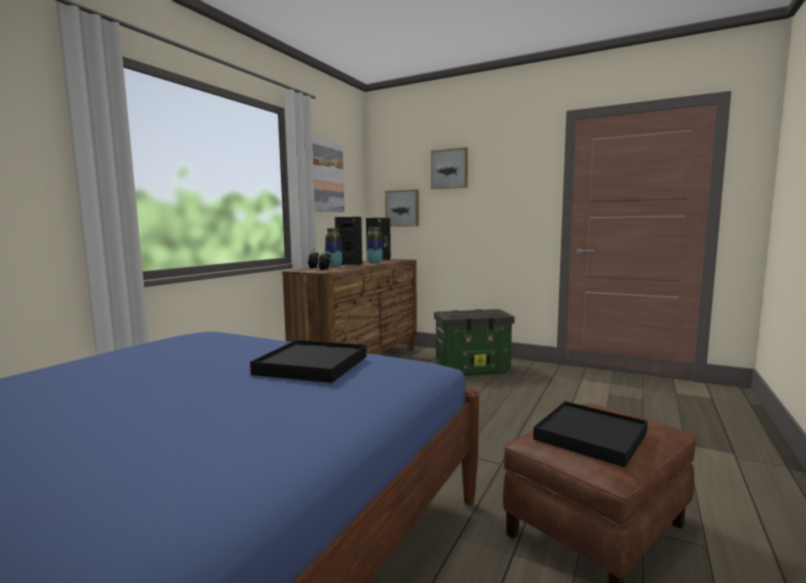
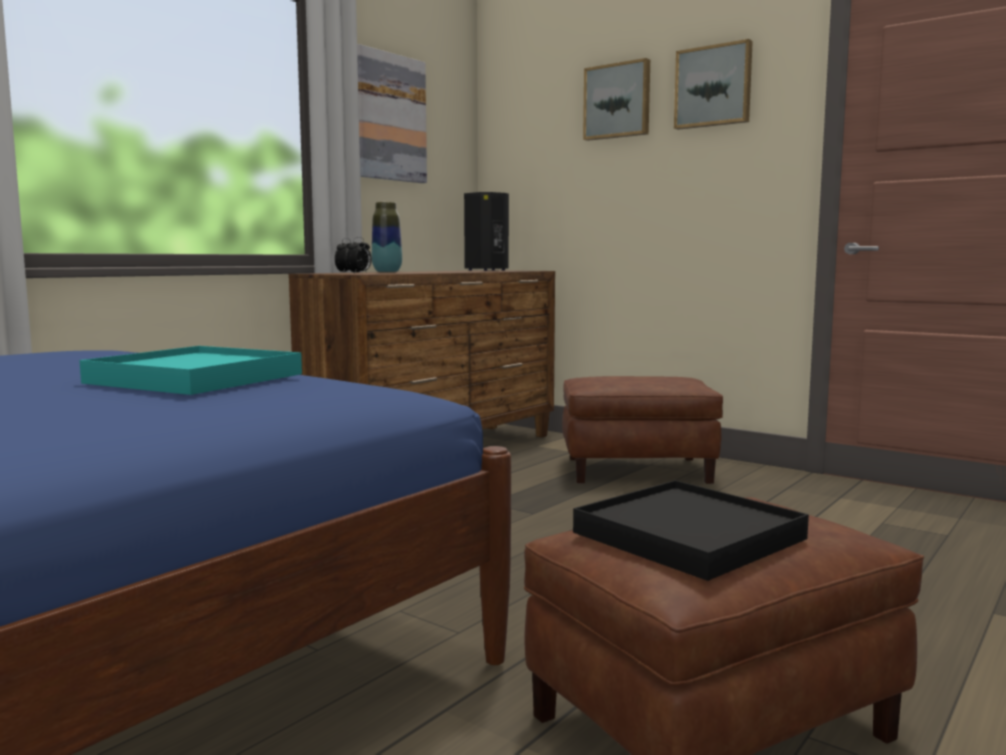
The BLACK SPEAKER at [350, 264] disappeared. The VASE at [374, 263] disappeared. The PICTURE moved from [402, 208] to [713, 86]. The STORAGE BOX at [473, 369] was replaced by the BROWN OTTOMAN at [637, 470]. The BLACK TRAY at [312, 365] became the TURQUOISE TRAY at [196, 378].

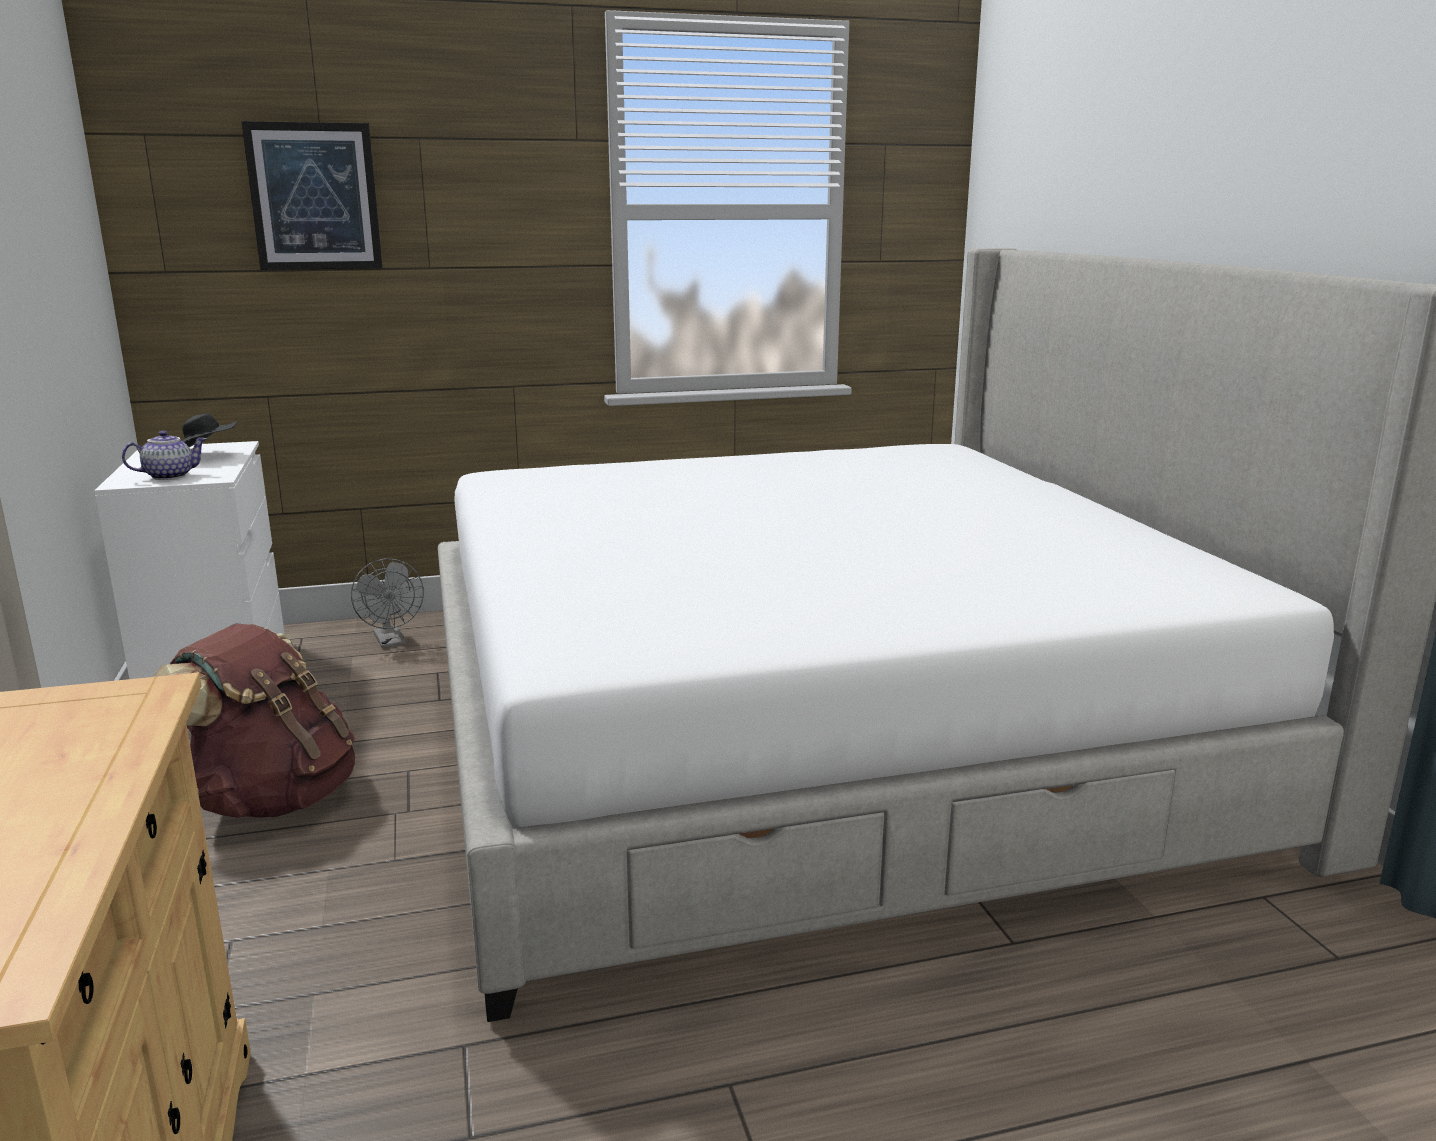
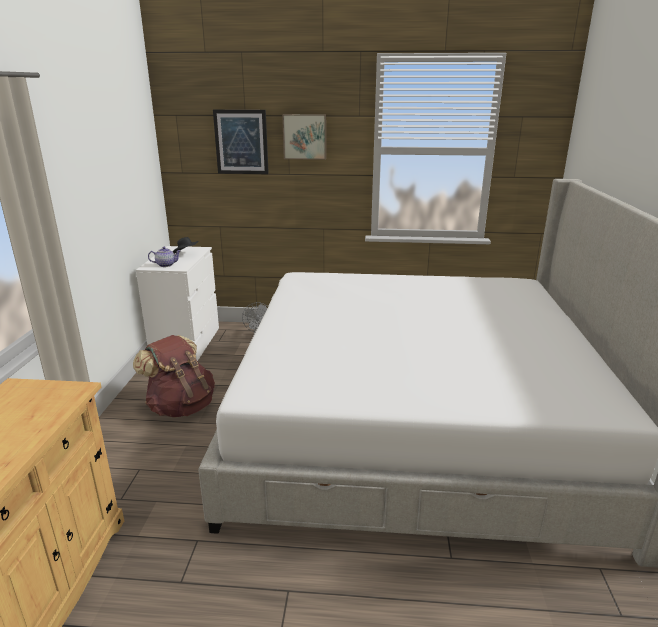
The PICTURE at [304, 136] appeared.

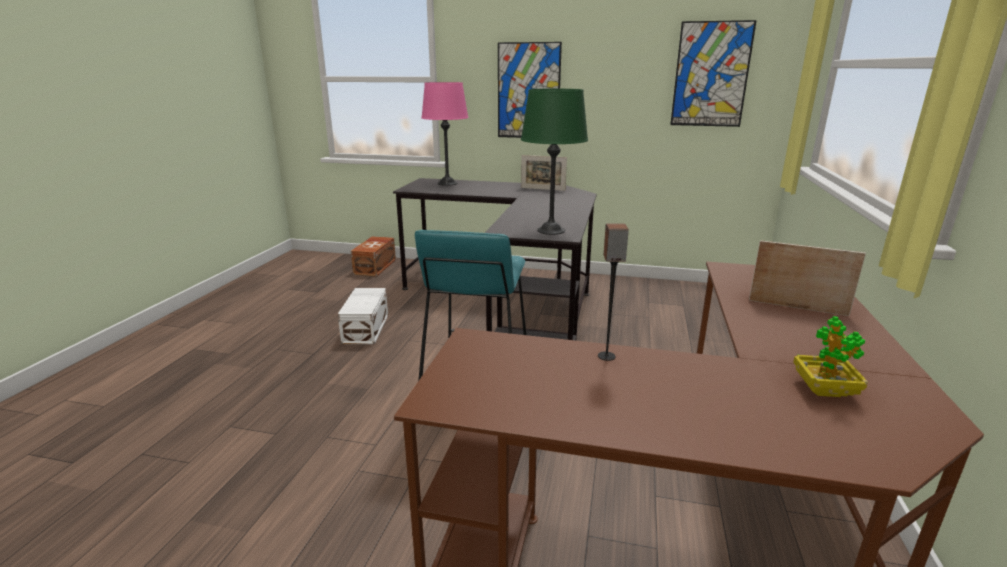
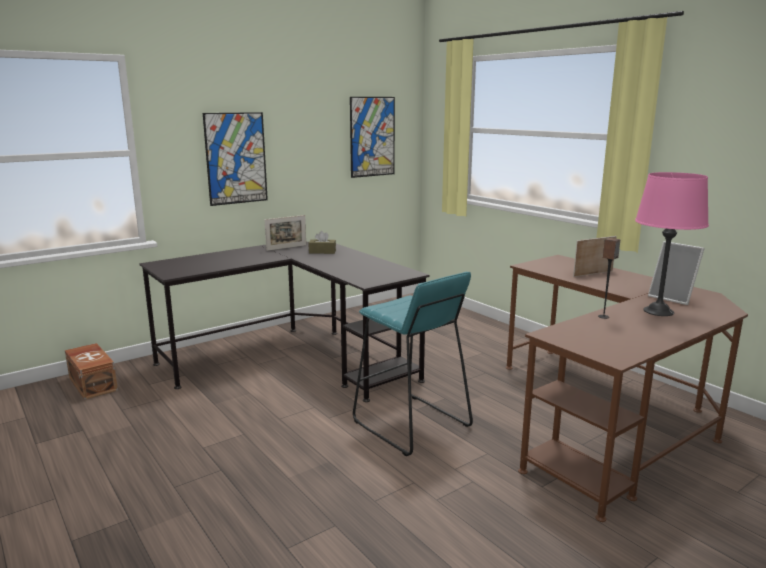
The WHITE STORAGE BOX at [367, 328] disappeared. The GREEN TABLE LAMP at [551, 230] disappeared. The BROWN TISSUE BOX at [322, 252] appeared. The PINK TABLE LAMP moved from [447, 183] to [658, 311]. The POTTED PLANT at [824, 390] was replaced by the PICTURE FRAME at [673, 298].

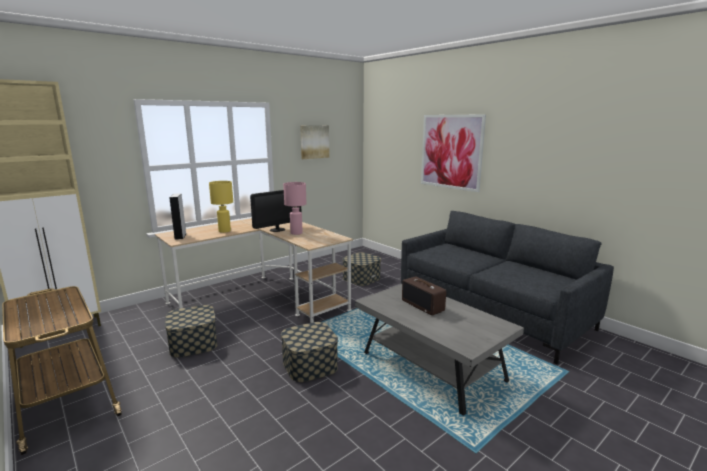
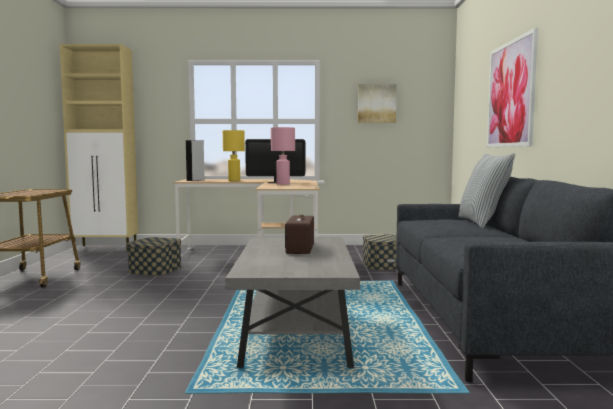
The STORAGE BOX at [310, 364] disappeared. The PILLOW at [482, 223] appeared.

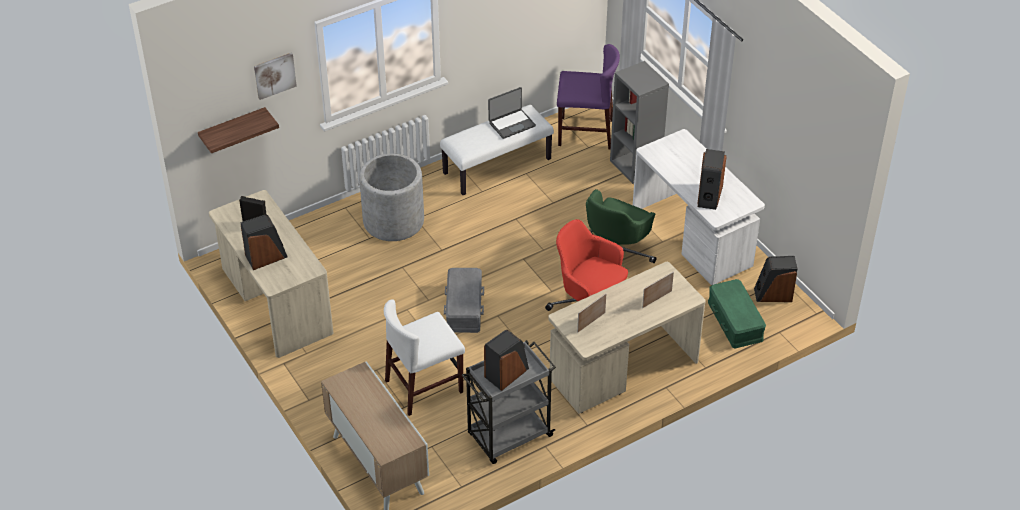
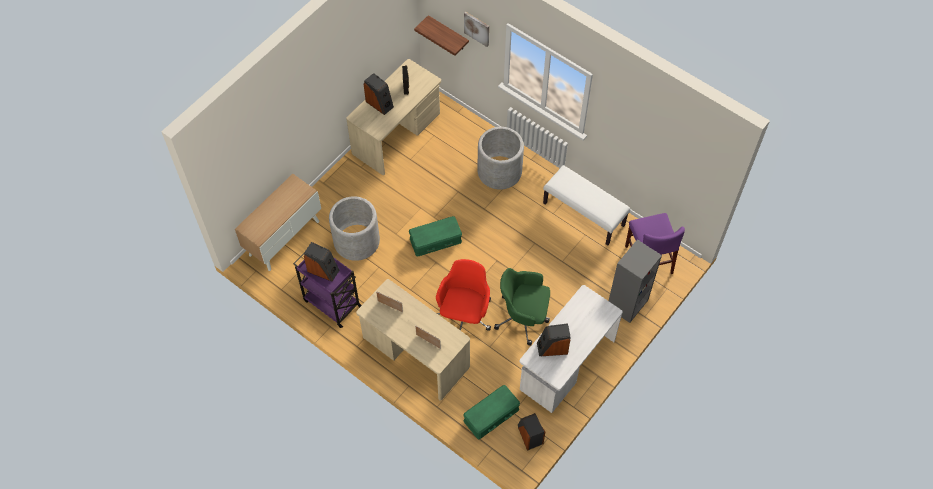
The LAPTOP at [511, 124] disappeared. The WHITE CHAIR at [424, 386] was replaced by the GREY PLANTER at [356, 241]. The GREY STORAGE BOX at [463, 307] became the GREEN STORAGE BOX at [435, 239]. The GREY CART at [508, 436] became the PURPLE CART at [331, 303].

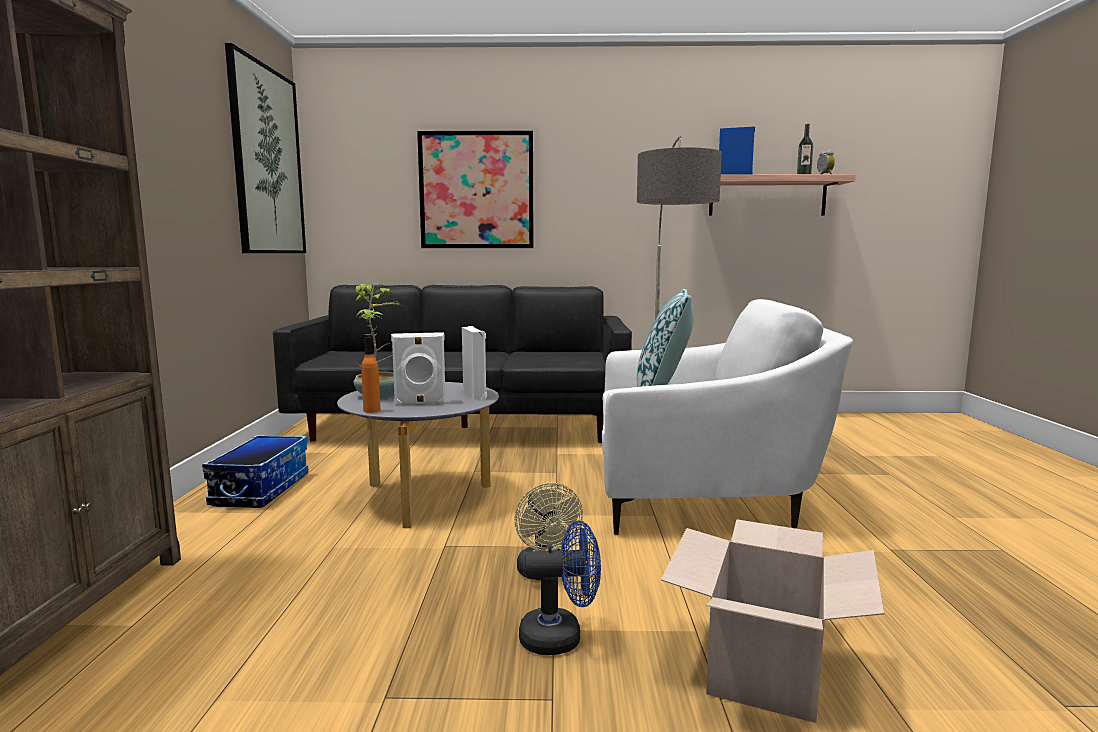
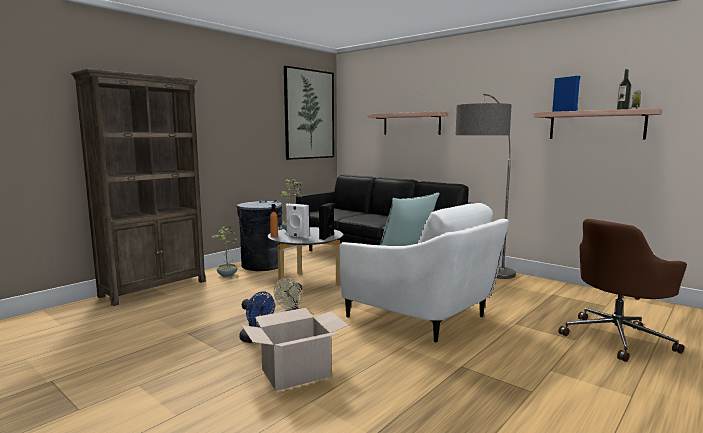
The POTTED PLANT at [227, 275] appeared. The BROWN OFFICE CHAIR at [617, 338] appeared. The STORAGE BOX at [260, 489] was replaced by the GREY TRASH CAN at [261, 265]. The PICTURE at [476, 190] was replaced by the SHELF at [411, 124]. The WHITE SPEAKER at [475, 394] became the BLACK SPEAKER at [327, 237].

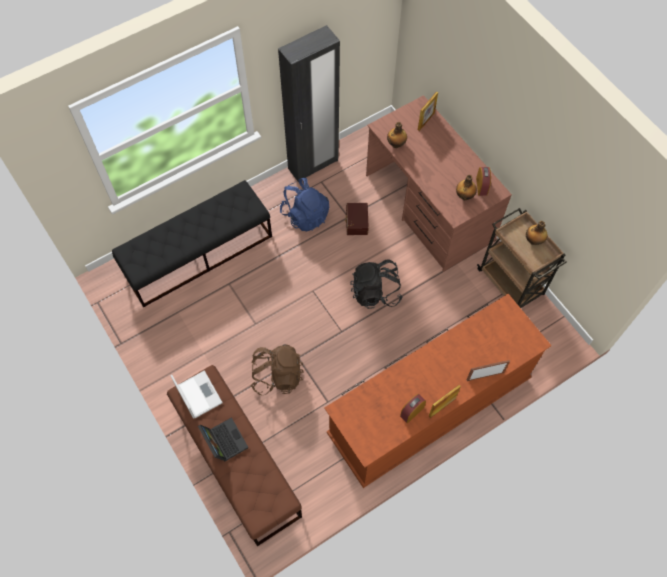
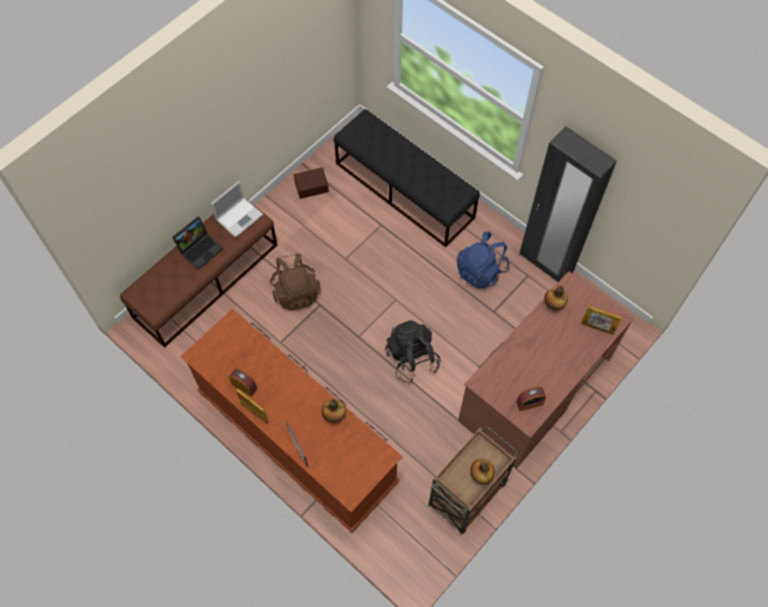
The BROWN STORAGE BOX moved from [356, 222] to [311, 186]. The BOTTLE moved from [464, 196] to [334, 415].

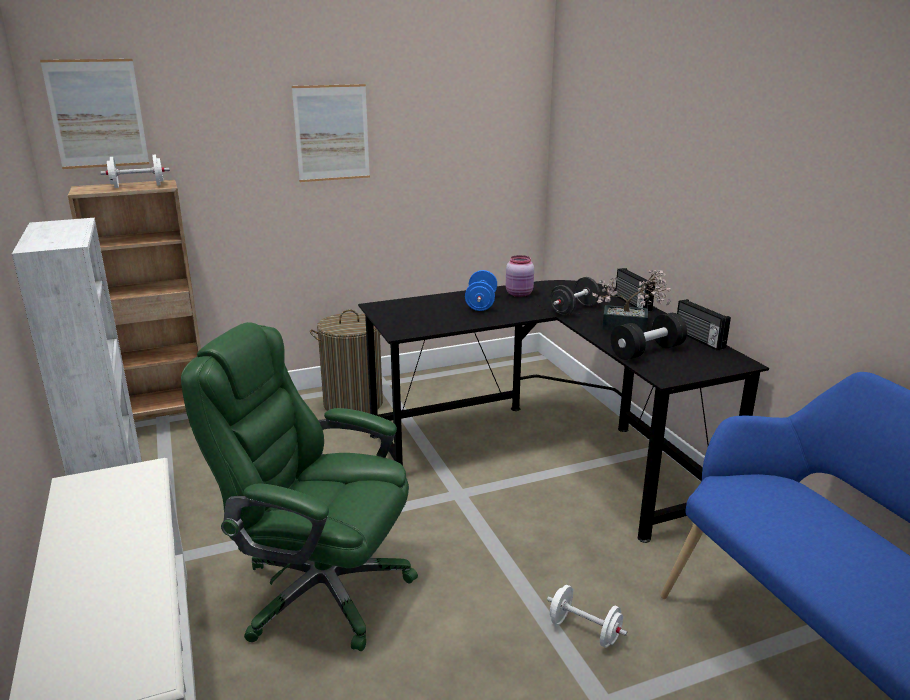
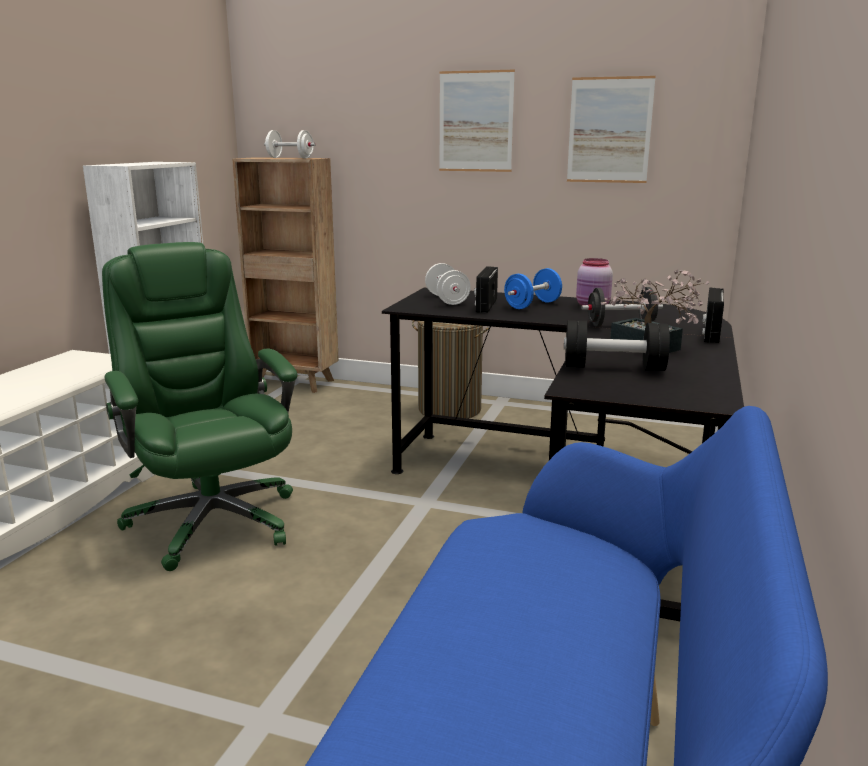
The PICTURE moved from [97, 114] to [609, 130]. The WHITE DUMBBELL moved from [584, 631] to [447, 300]. The RADIO moved from [698, 339] to [485, 305].

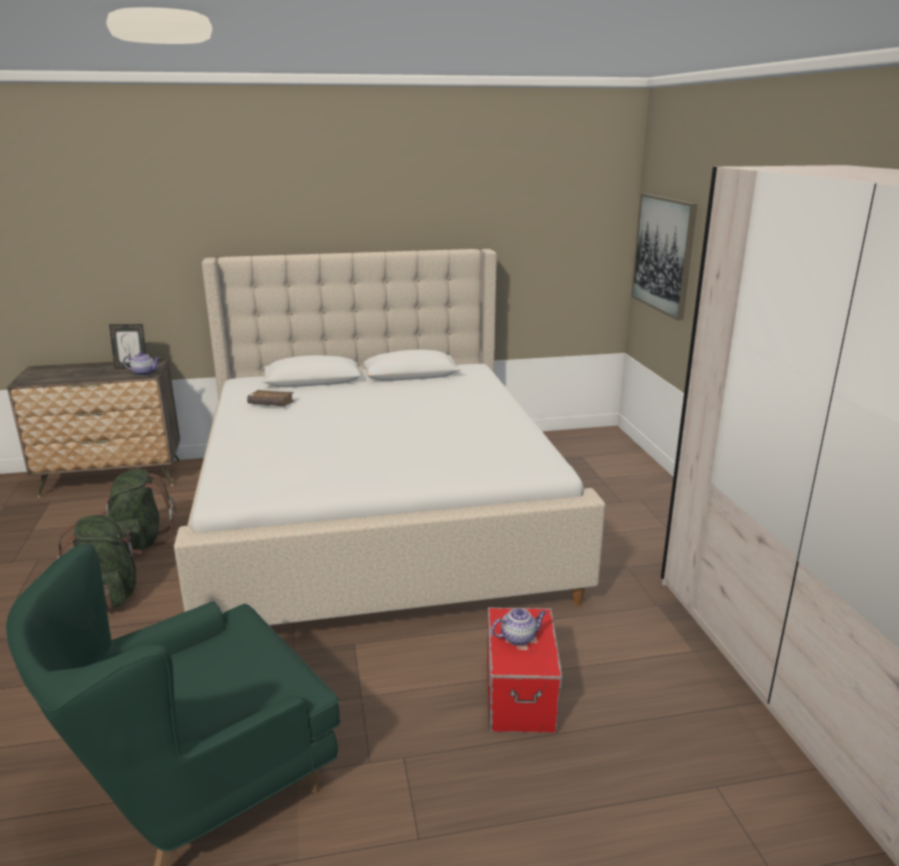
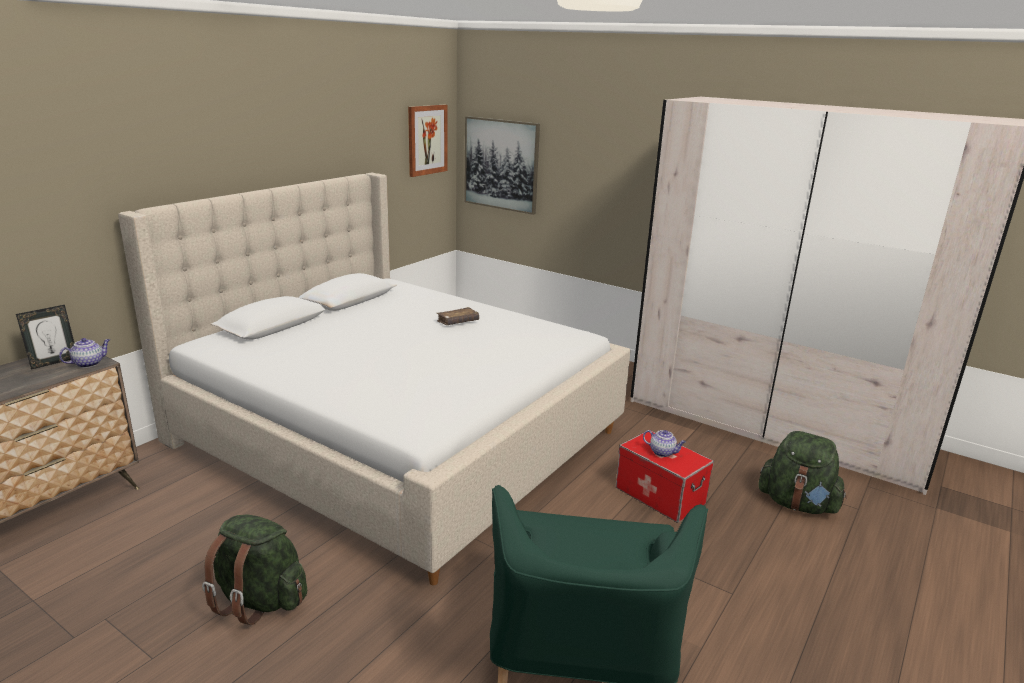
The PICTURE at [427, 140] appeared. The GREEN BACKPACK moved from [140, 542] to [797, 504]. The BROWN BOOK moved from [271, 404] to [458, 322]. The TEAPOT at [519, 638] turned 90 degrees clockwise.

